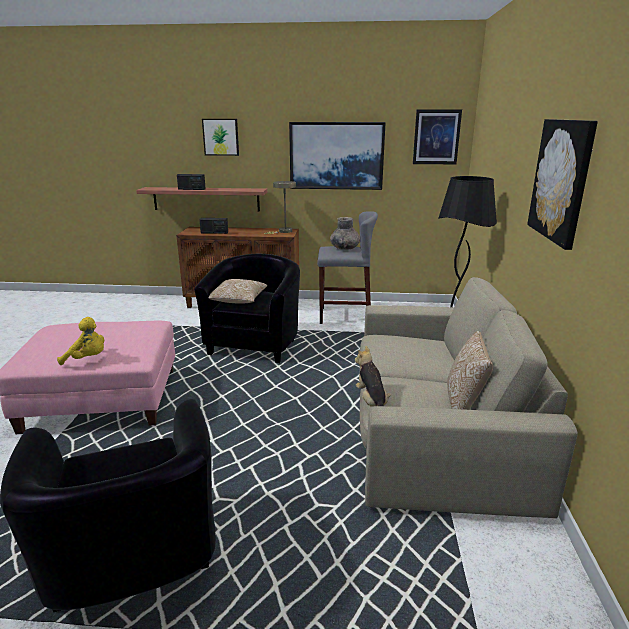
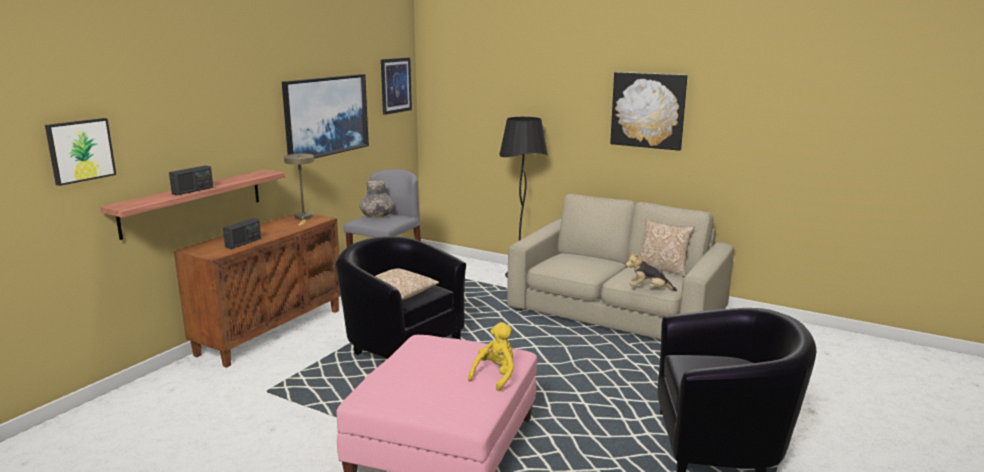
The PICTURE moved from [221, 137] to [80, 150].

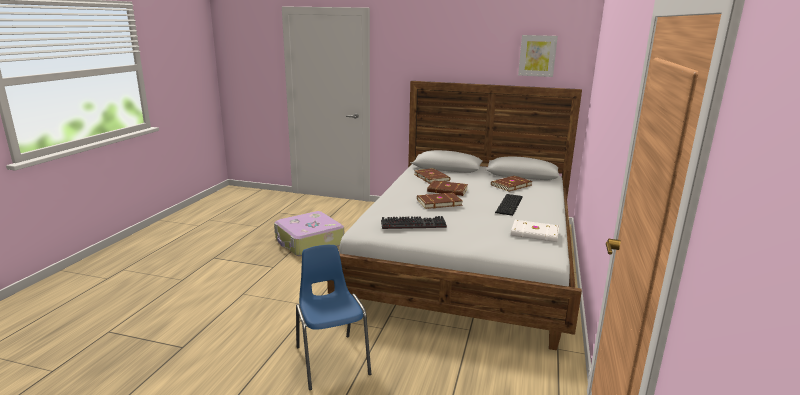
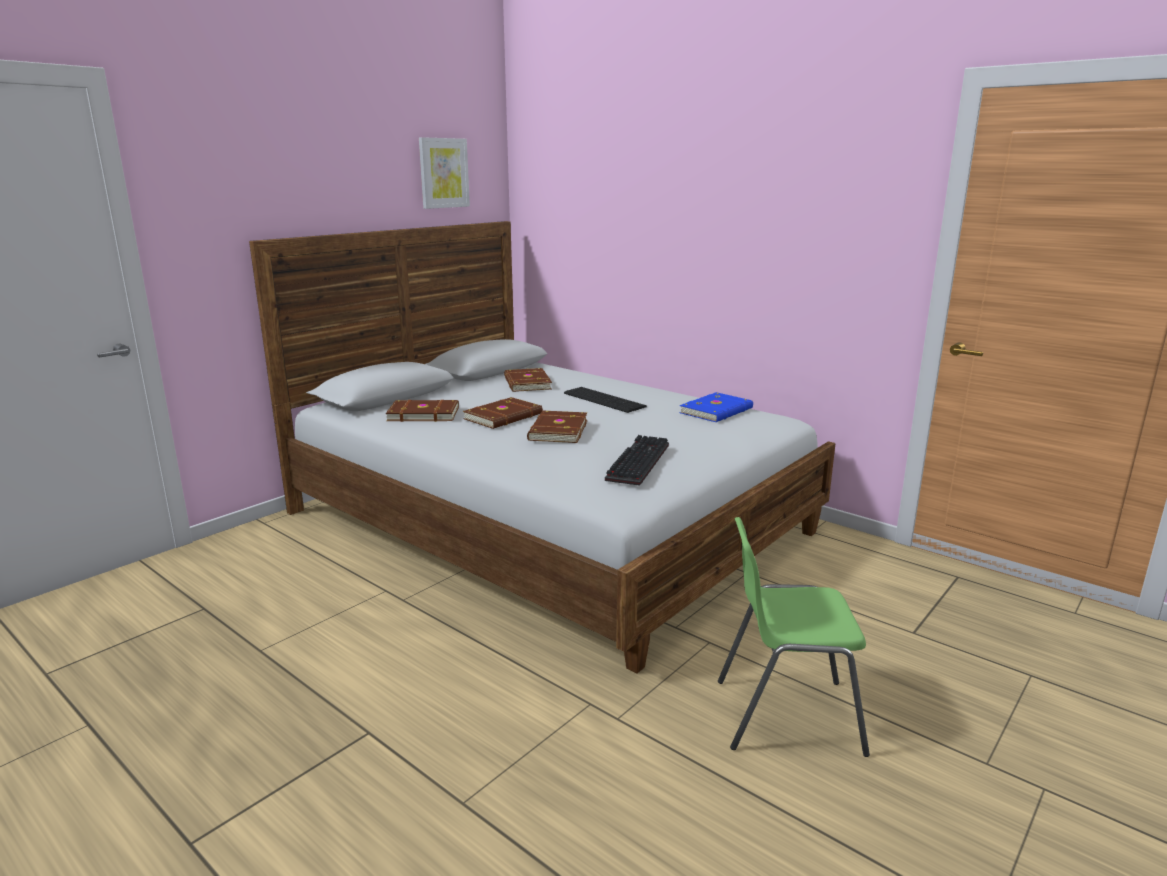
The SUITCASE at [309, 242] disappeared. The BLUE CHAIR at [331, 360] became the GREEN CHAIR at [785, 715]. The WHITE BOOK at [535, 234] became the BLUE BOOK at [717, 411].

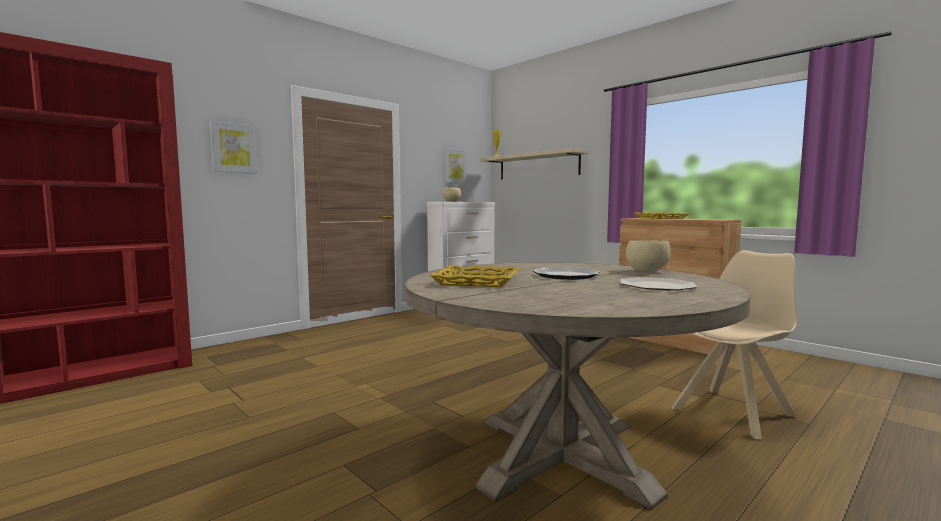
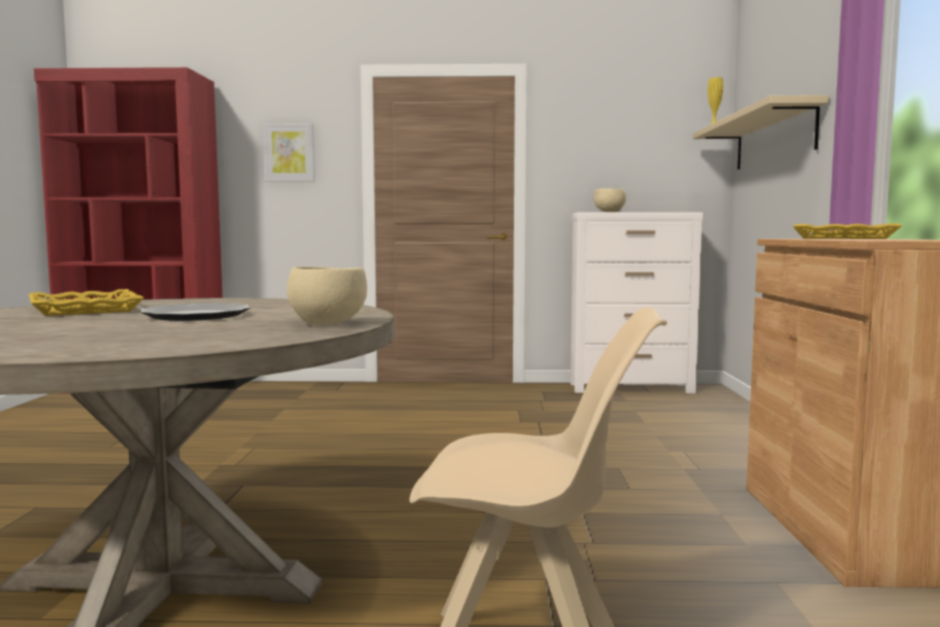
The PICTURE at [454, 166] disappeared. The PLATE at [657, 286] disappeared.

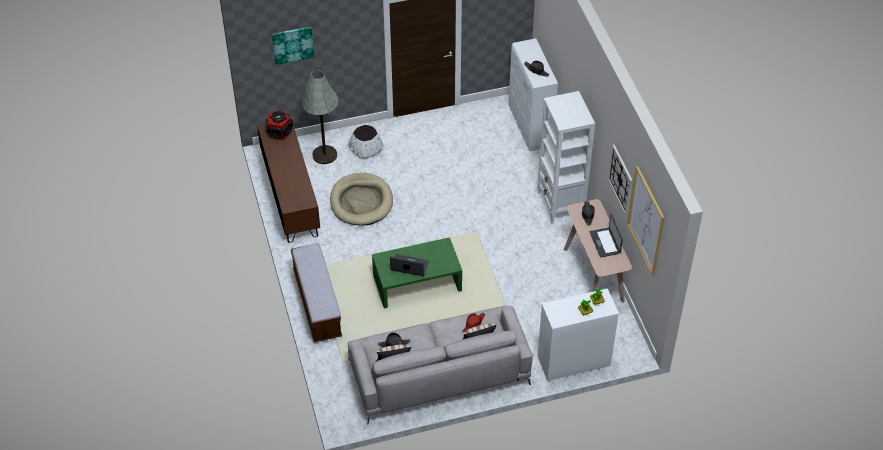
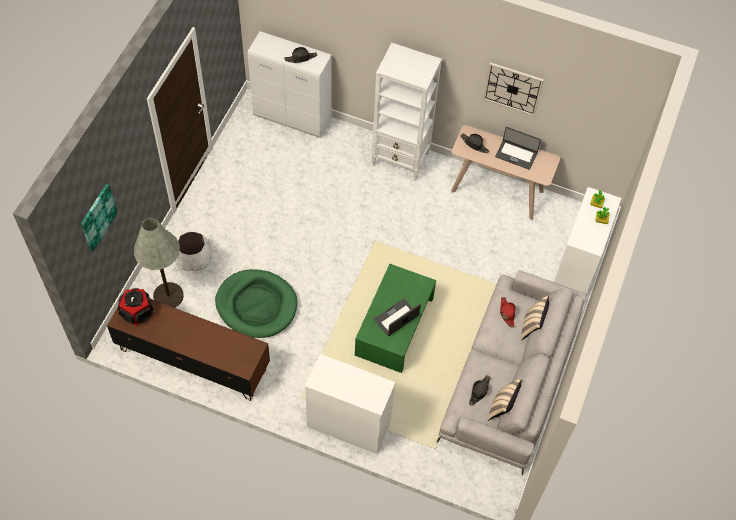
The PICTURE at [646, 220] disappeared. The BENCH at [317, 304] was replaced by the WHITE DRESSER at [348, 425]. The BEIGE DOG BED at [361, 202] became the GREEN DOG BED at [256, 305].

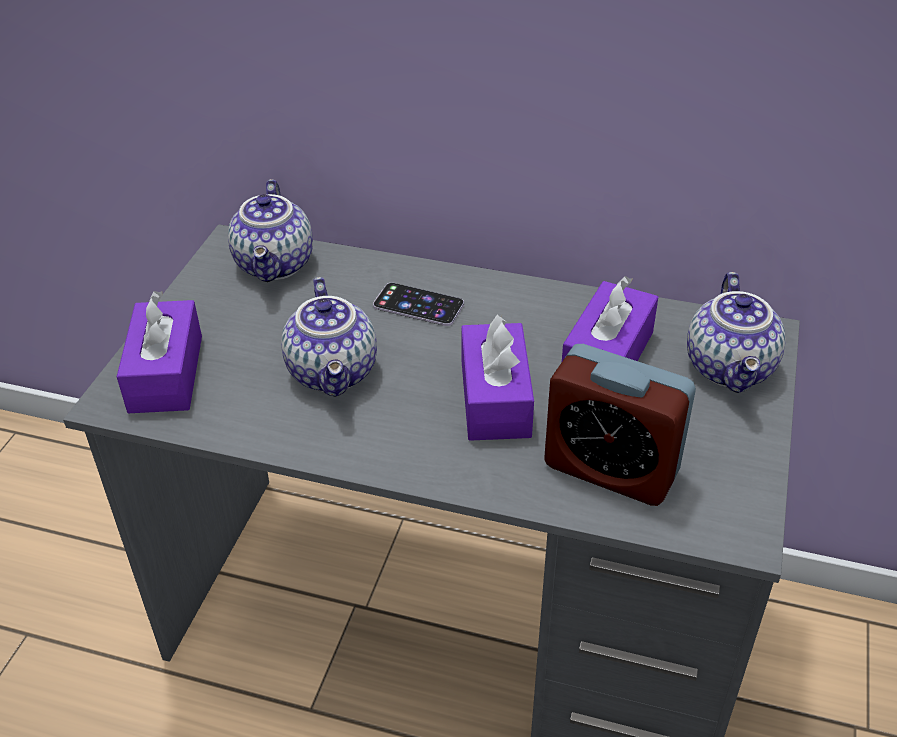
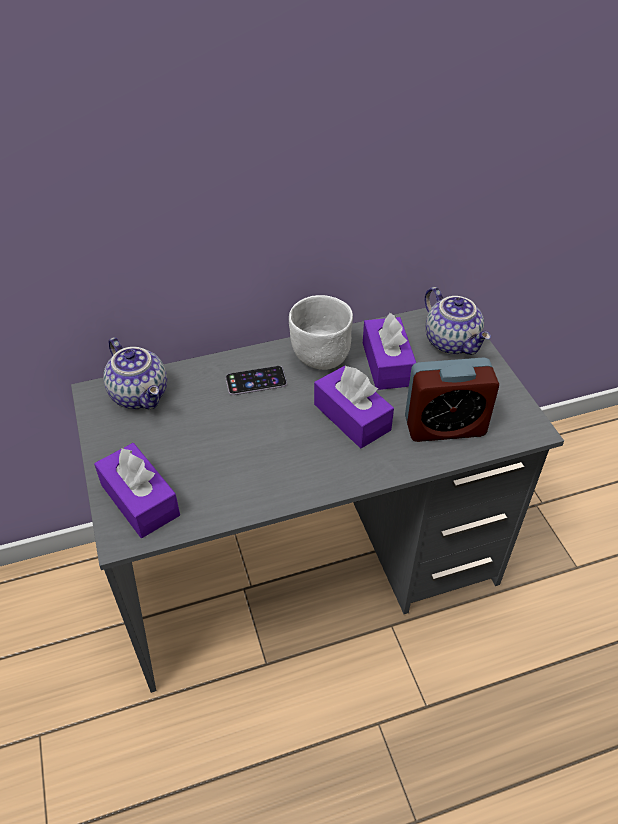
The TEAPOT at [335, 373] disappeared. The WHITE BOWL at [320, 358] appeared.

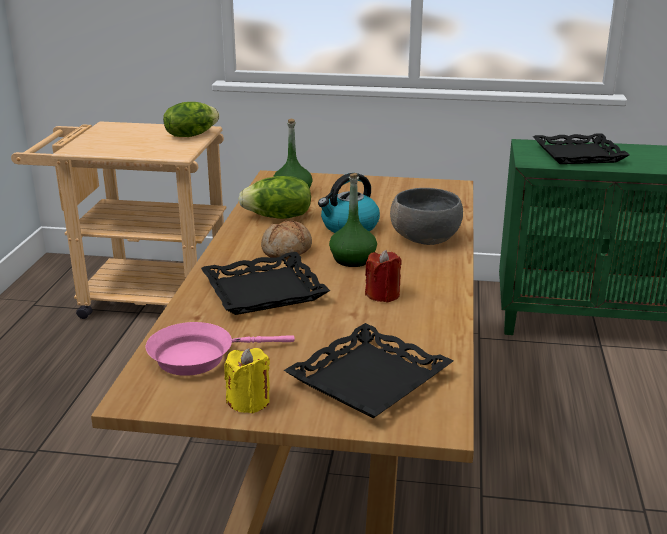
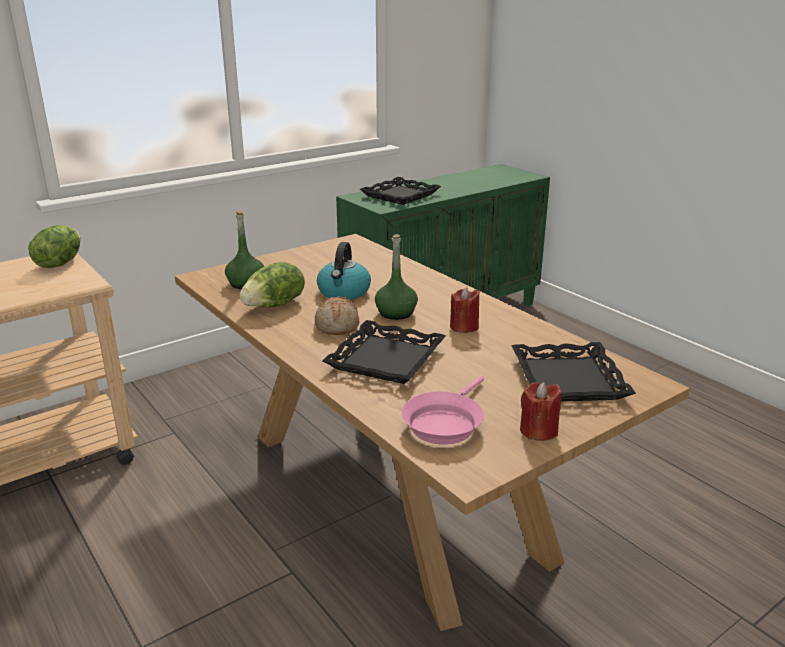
The GREY BOWL at [424, 238] disappeared. The YELLOW CANDLE at [249, 401] became the RED CANDLE at [538, 431].

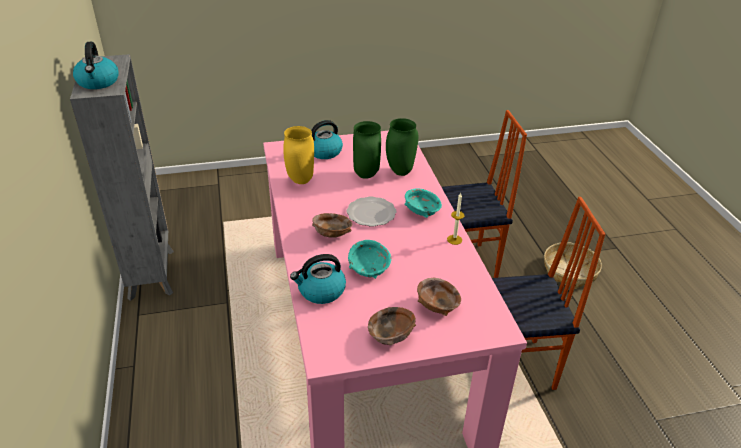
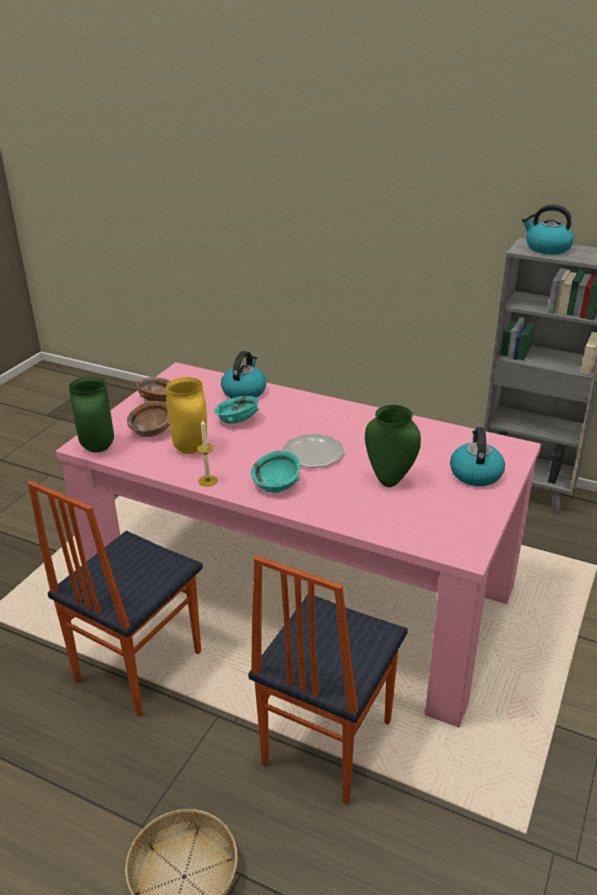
The BROWN BOWL at [332, 234] disappeared. The YELLOW VASE moved from [301, 181] to [189, 449]. The GREEN VASE moved from [399, 171] to [99, 448].

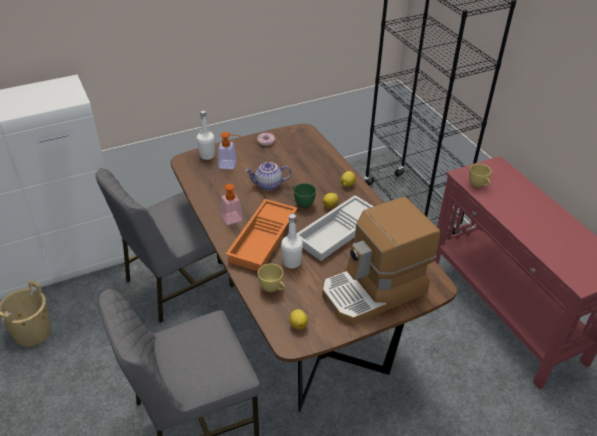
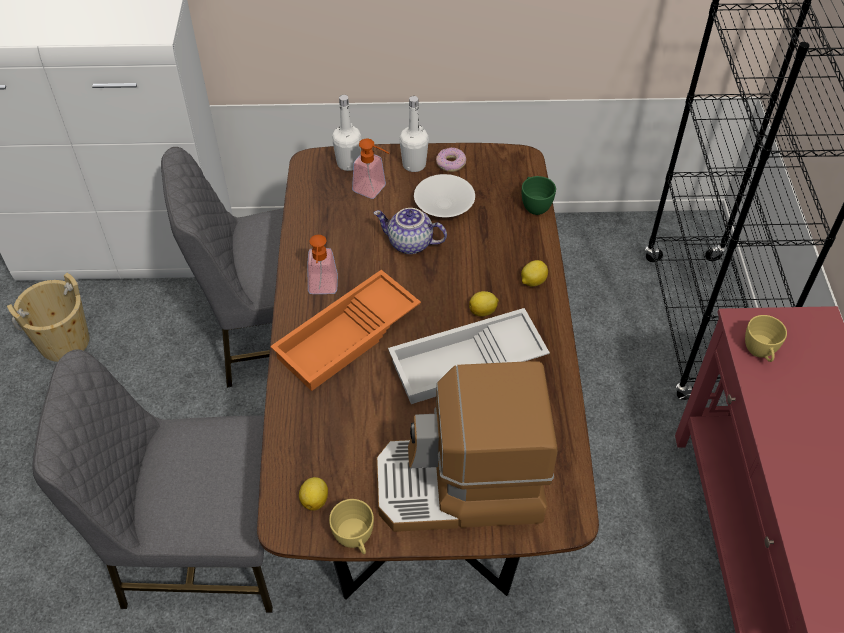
The WHITE BOWL at [445, 205] appeared. The YELLOW CUP moved from [273, 289] to [355, 540]. The WHITE BOTTLE moved from [291, 262] to [414, 164]. The GREEN CUP moved from [302, 203] to [534, 205].

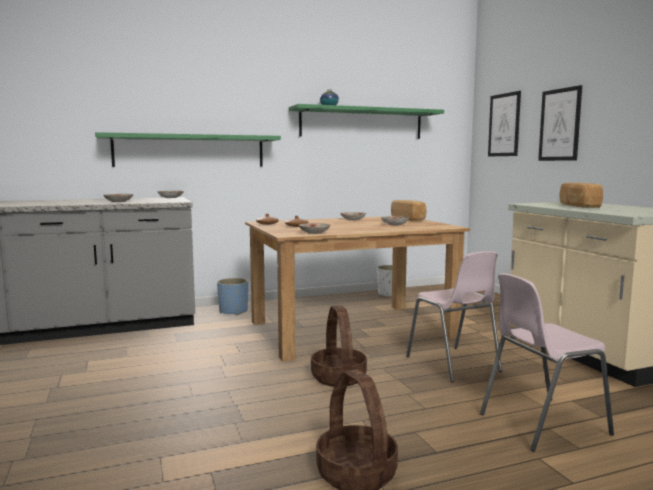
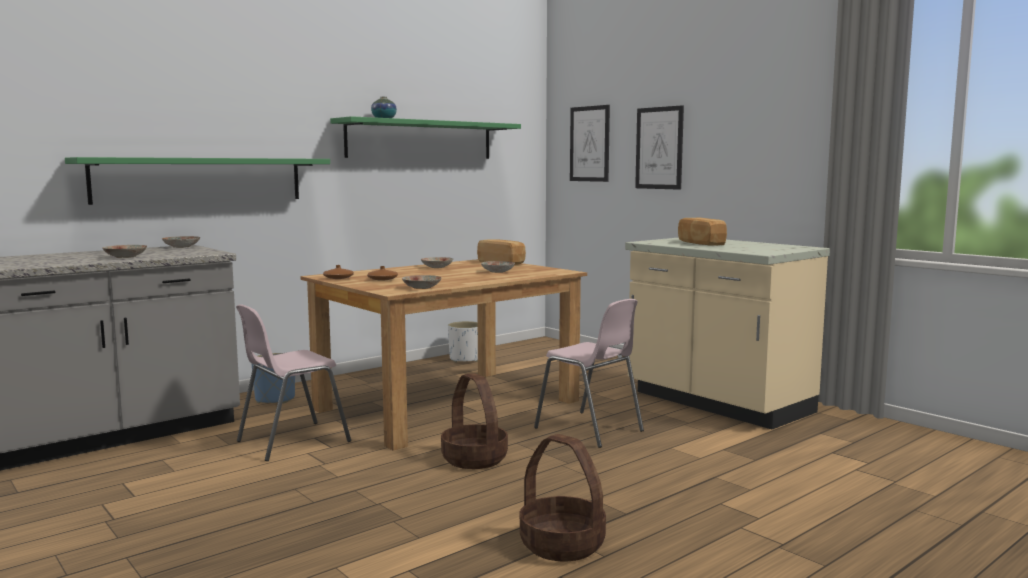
The PINK CHAIR moved from [541, 423] to [291, 441].

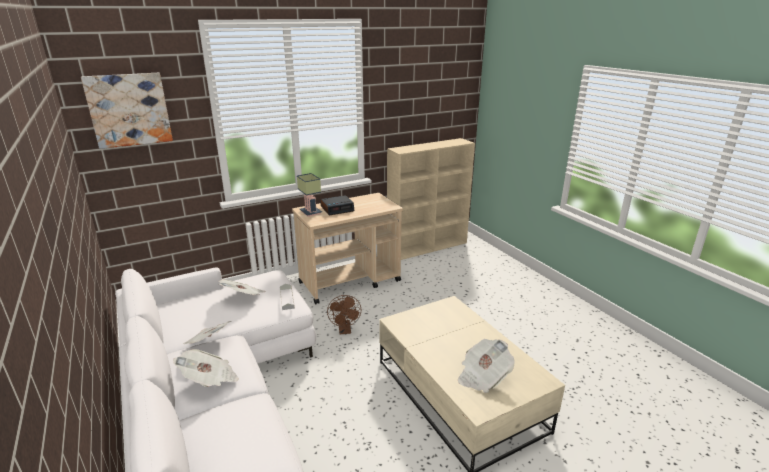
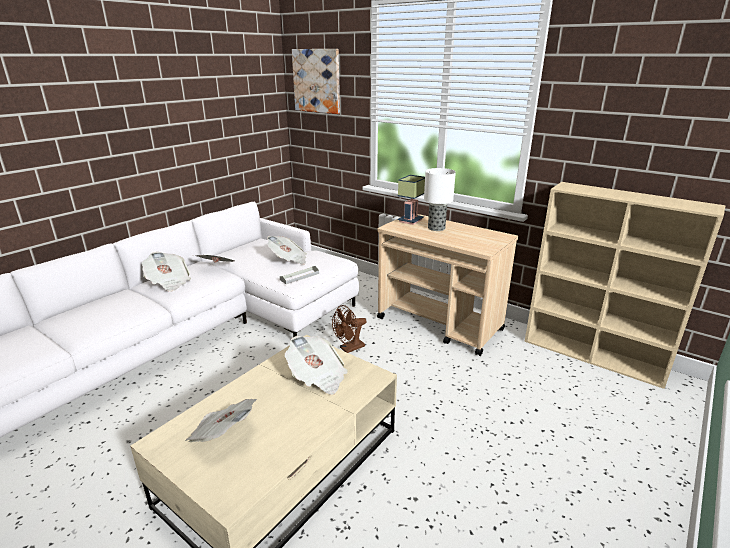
The NEWSPAPER at [317, 377] appeared. The ALARM CLOCK at [337, 209] was replaced by the TABLE LAMP at [437, 228].

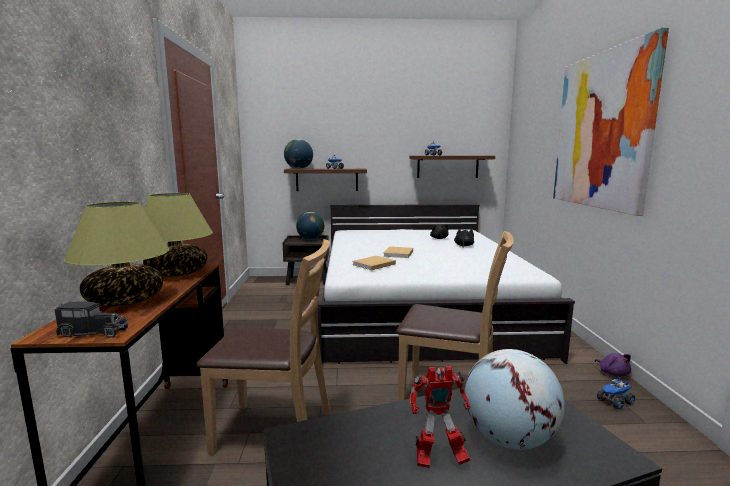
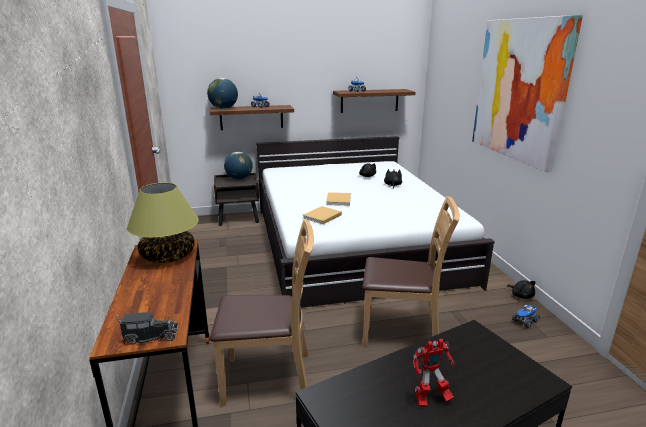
The TABLE LAMP at [124, 301] disappeared. The GLOBE at [509, 439] disappeared. The PURPLE PLUSH TOY at [613, 373] became the BLACK PLUSH TOY at [521, 295].

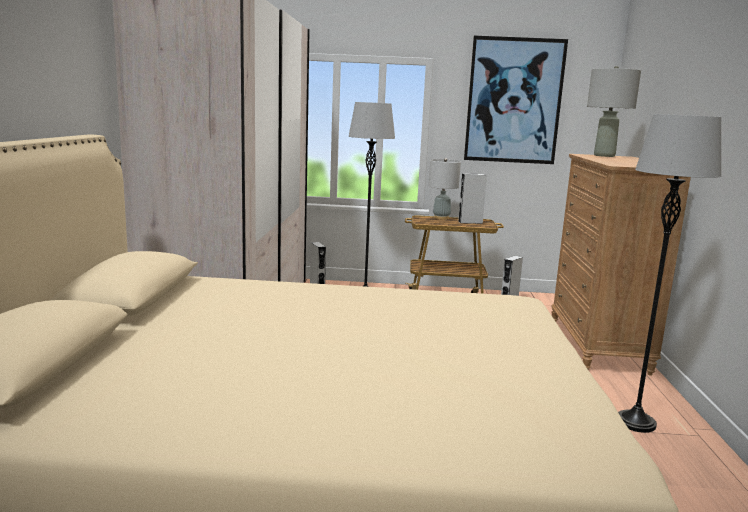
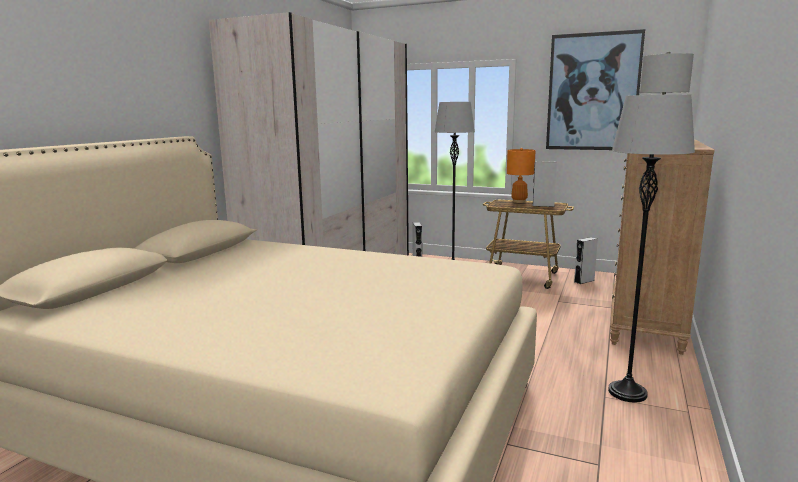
The GREY TABLE LAMP at [441, 218] became the ORANGE TABLE LAMP at [519, 201].

